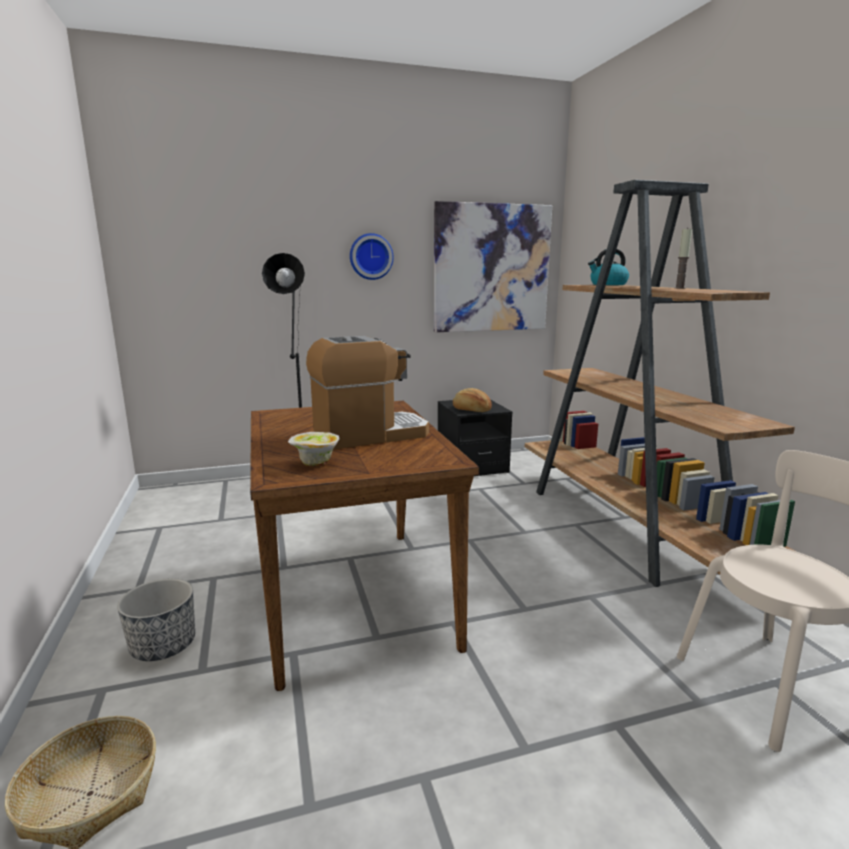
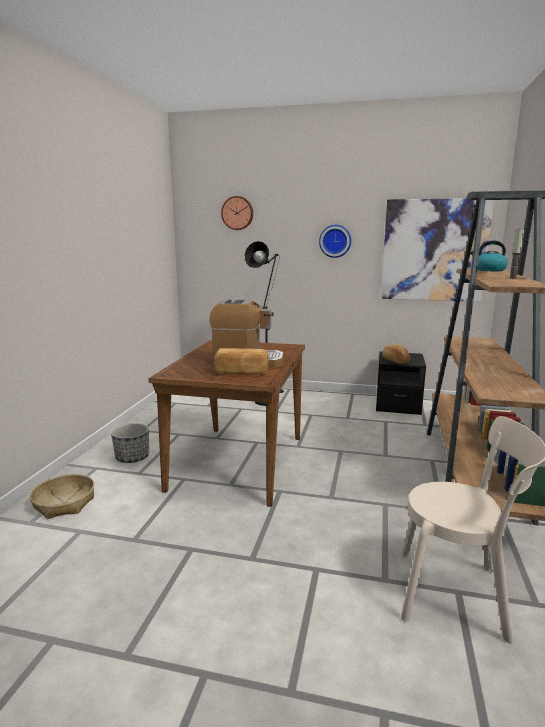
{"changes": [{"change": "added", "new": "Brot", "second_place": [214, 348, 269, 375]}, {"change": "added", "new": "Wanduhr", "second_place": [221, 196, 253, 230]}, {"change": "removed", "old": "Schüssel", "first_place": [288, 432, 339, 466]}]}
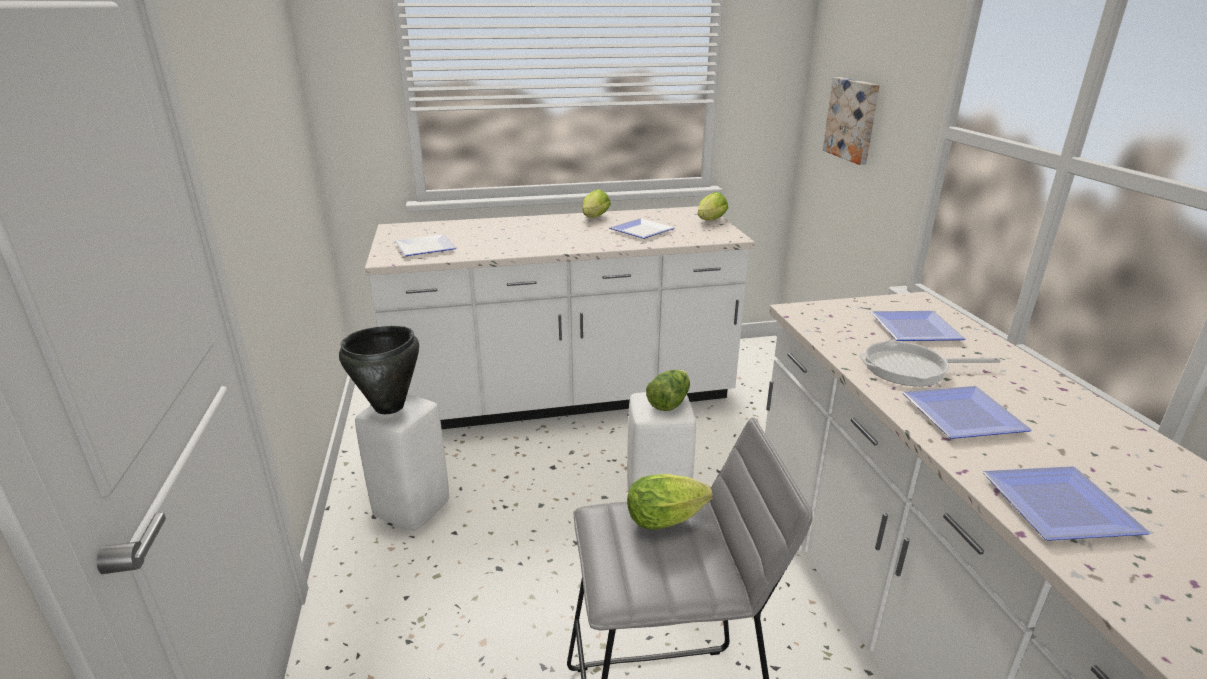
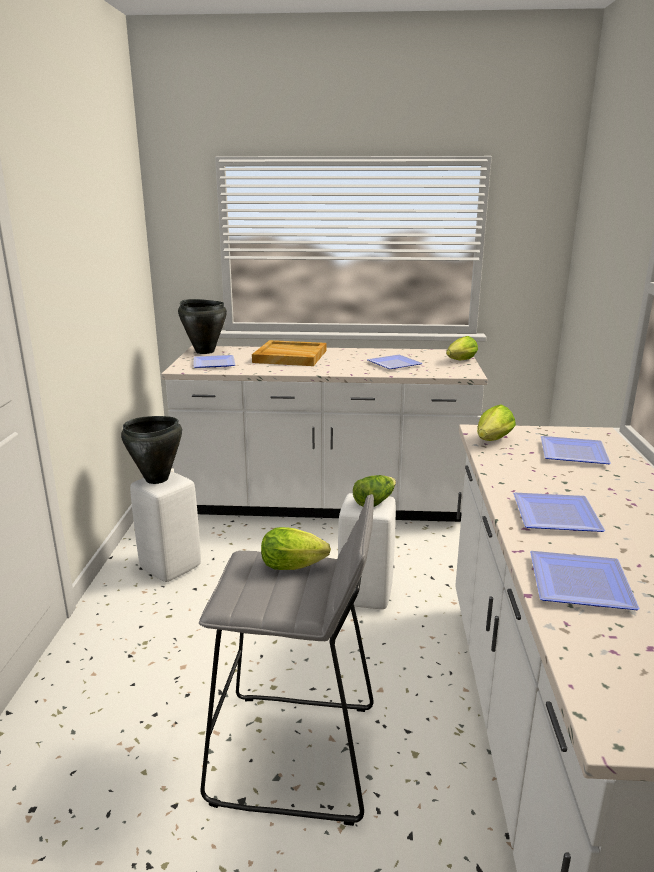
{"changes": [{"change": "added", "new": "Kochtopf (schwarz)", "second_place": [178, 299, 227, 354]}, {"change": "added", "new": "Tablett (beige)", "second_place": [252, 340, 326, 366]}, {"change": "moved", "old": "Salatkopf", "first_place": [582, 189, 611, 218], "second_place": [477, 404, 516, 441]}, {"change": "removed", "old": "Bild", "first_place": [823, 77, 880, 165]}, {"change": "removed", "old": "Pfanne", "first_place": [859, 340, 1001, 386]}]}
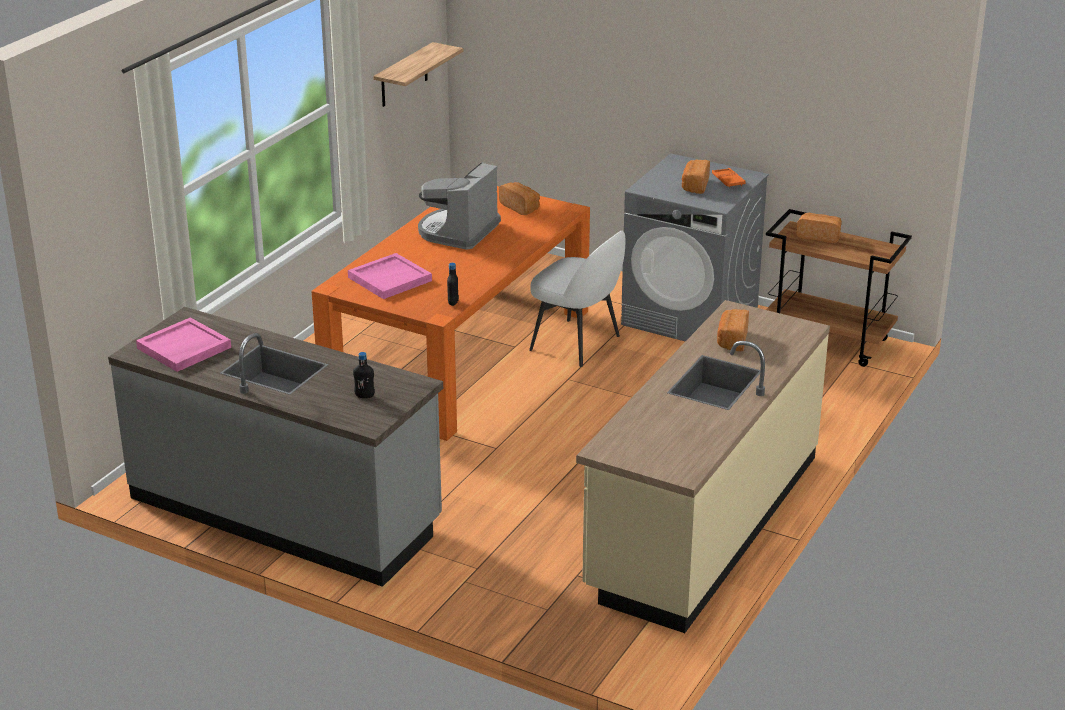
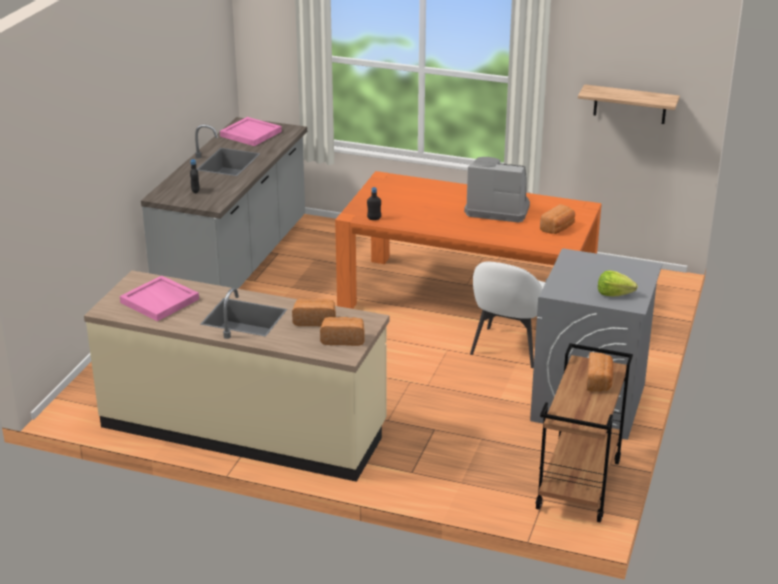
{"changes": [{"change": "moved", "old": "Tablett (rosa)", "first_place": [348, 253, 432, 299], "second_place": [120, 275, 199, 321]}, {"change": "moved", "old": "Brot", "first_place": [682, 160, 710, 194], "second_place": [320, 317, 365, 346]}, {"change": "replaced", "old": "Tablett (orange)", "new": "Salatkopf", "first_place": [712, 168, 746, 188], "second_place": [598, 270, 638, 297]}]}
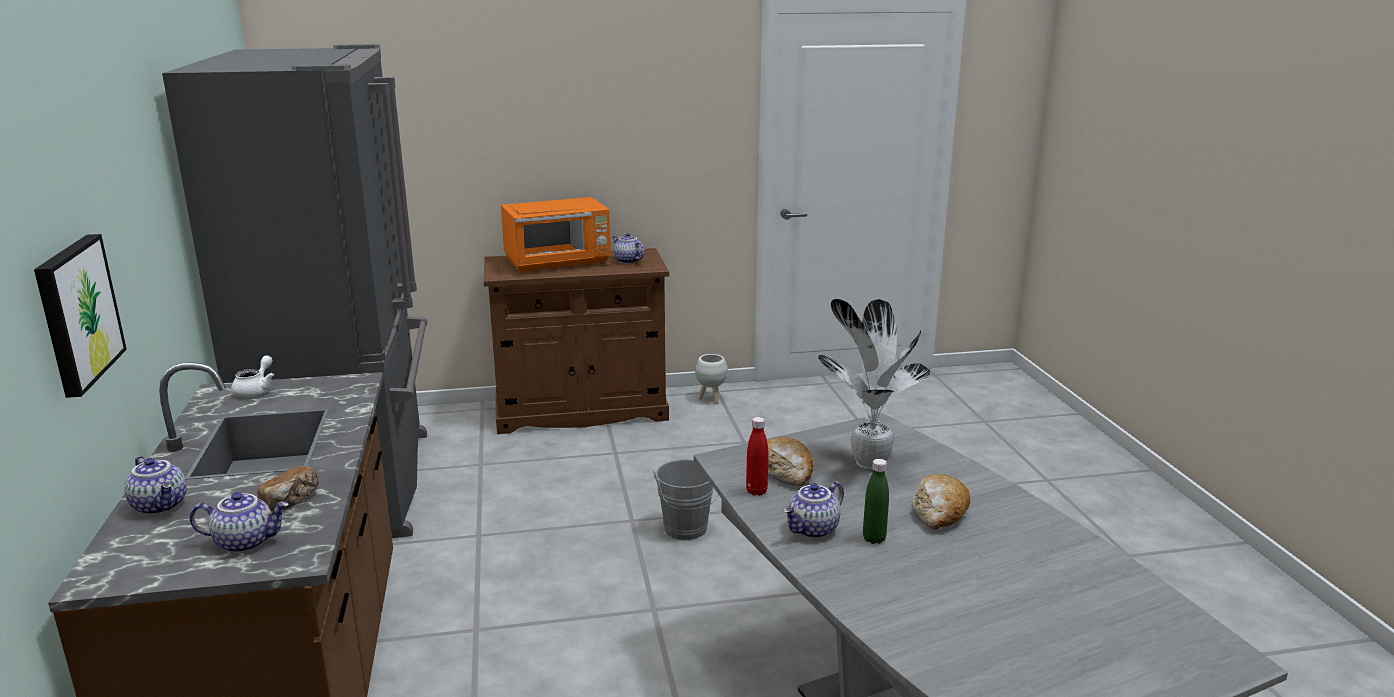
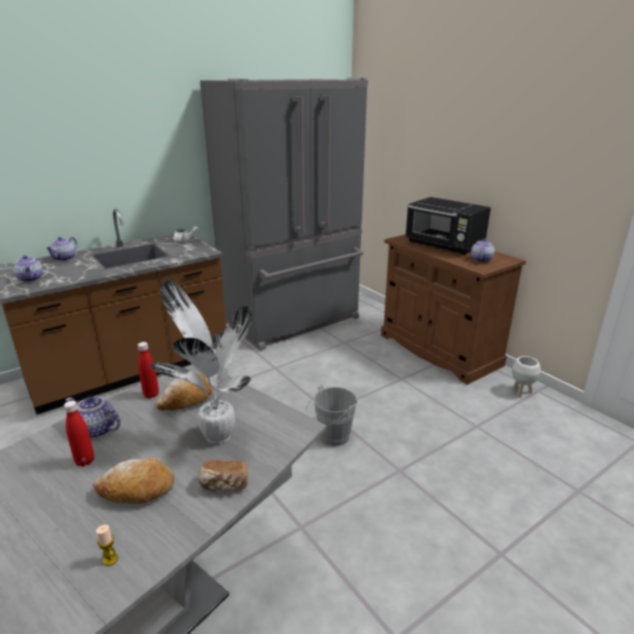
{"changes": [{"change": "recoloured", "old": "Flasche (grün)", "new": "Flasche (rot)", "first_place": [863, 459, 889, 544], "second_place": [64, 401, 94, 467]}, {"change": "added", "new": "Kerze", "second_place": [96, 525, 118, 566]}, {"change": "moved", "old": "Brot", "first_place": [257, 466, 319, 511], "second_place": [198, 460, 248, 492]}, {"change": "recoloured", "old": "Mikrowelle (orange)", "new": "Mikrowelle (schwarz)", "first_place": [501, 197, 611, 273], "second_place": [405, 197, 491, 255]}, {"change": "removed", "old": "Bild", "first_place": [34, 234, 127, 398]}]}
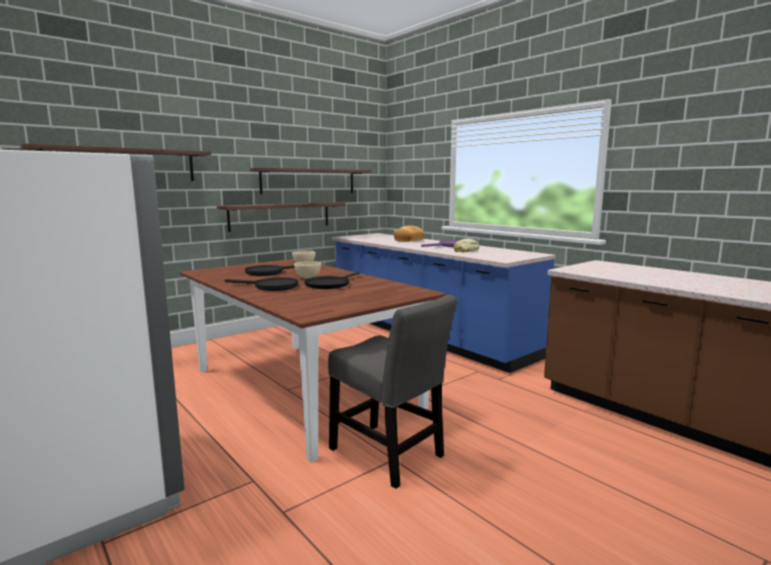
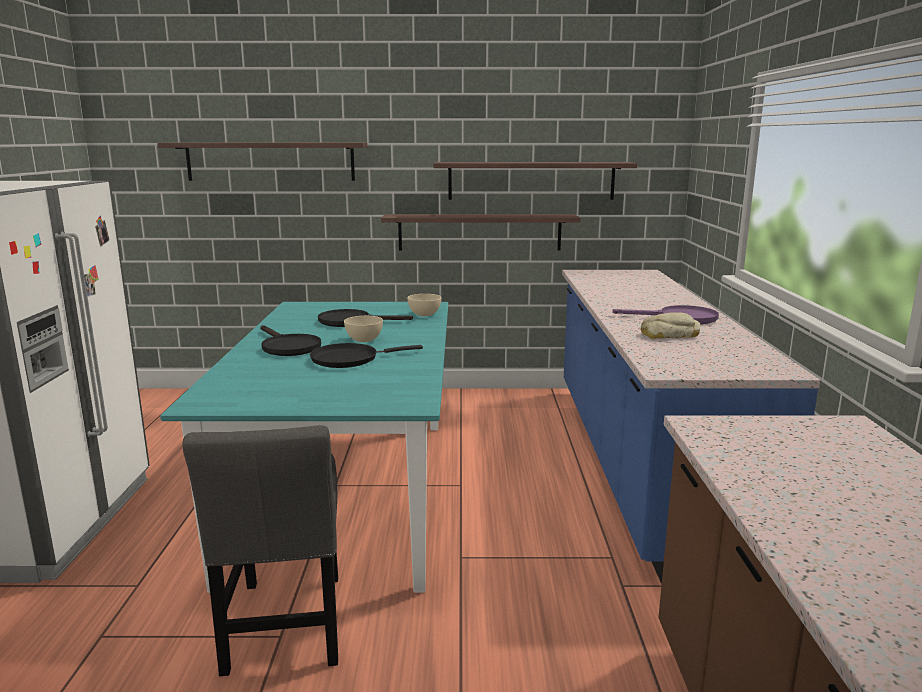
{"changes": [{"change": "recoloured", "old": "Esstisch (braun)", "new": "Esstisch (türkis)", "first_place": [180, 259, 446, 463], "second_place": [160, 302, 448, 593]}, {"change": "removed", "old": "Brot", "first_place": [394, 225, 424, 242]}]}
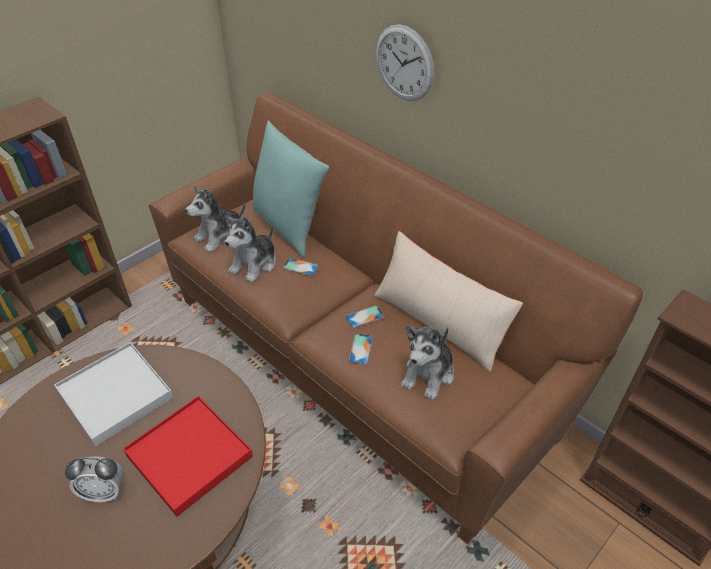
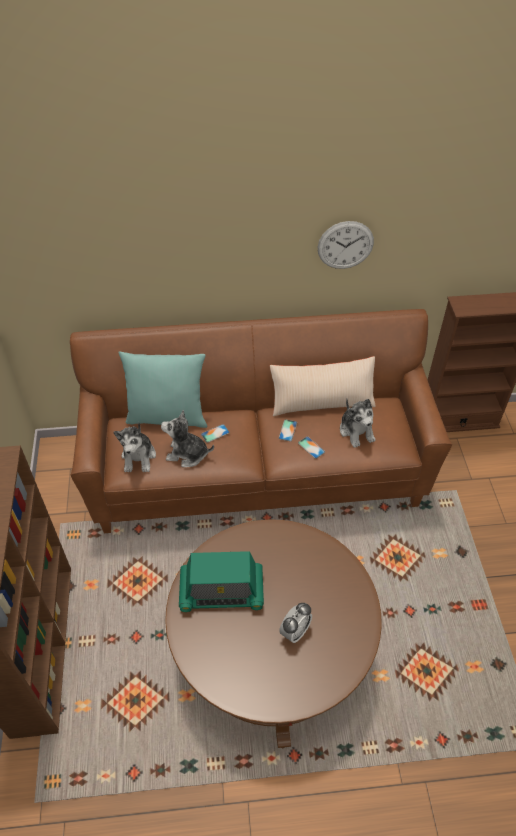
{"changes": [{"change": "turned", "old": "Plüschtier", "first_place": [225, 215, 276, 283], "second_place": [161, 410, 214, 467], "degrees": 120}, {"change": "replaced", "old": "Tablett (weiß)", "new": "Radio", "first_place": [54, 342, 173, 446], "second_place": [179, 551, 264, 612]}, {"change": "moved", "old": "Wanduhr", "first_place": [376, 24, 434, 101], "second_place": [318, 221, 374, 269]}, {"change": "removed", "old": "Tablett (rot)", "first_place": [123, 396, 253, 517]}]}
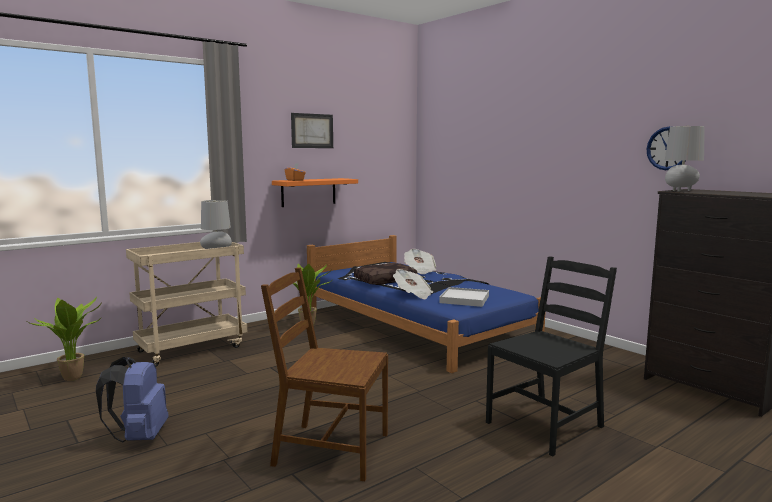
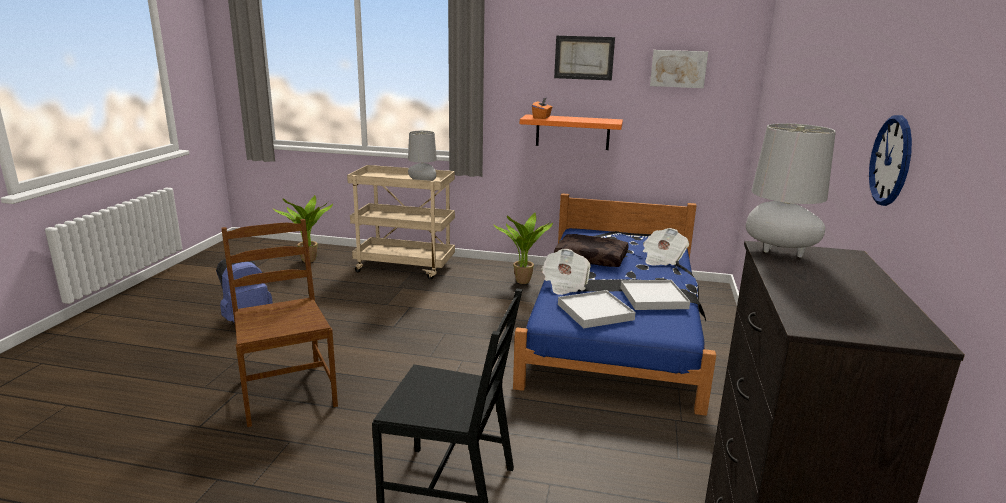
{"changes": [{"change": "added", "new": "Tablett (weiß)", "second_place": [621, 280, 690, 310]}, {"change": "added", "new": "Bild", "second_place": [650, 50, 708, 88]}]}
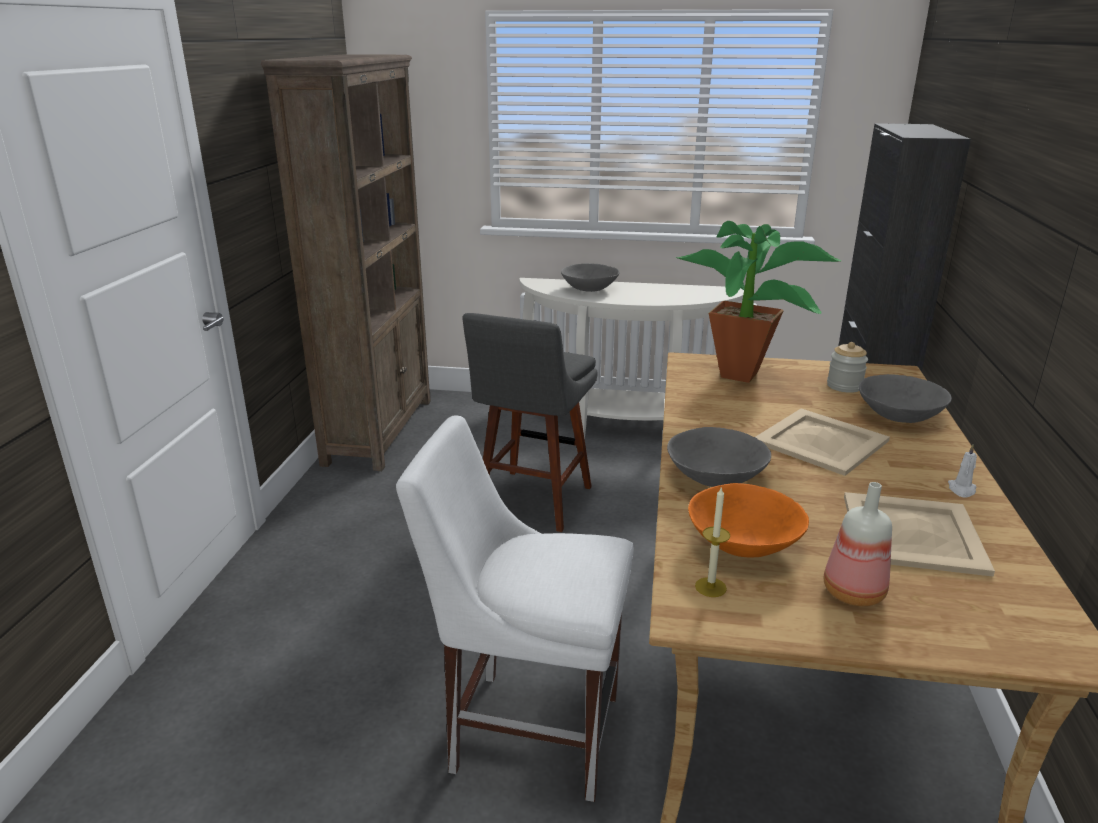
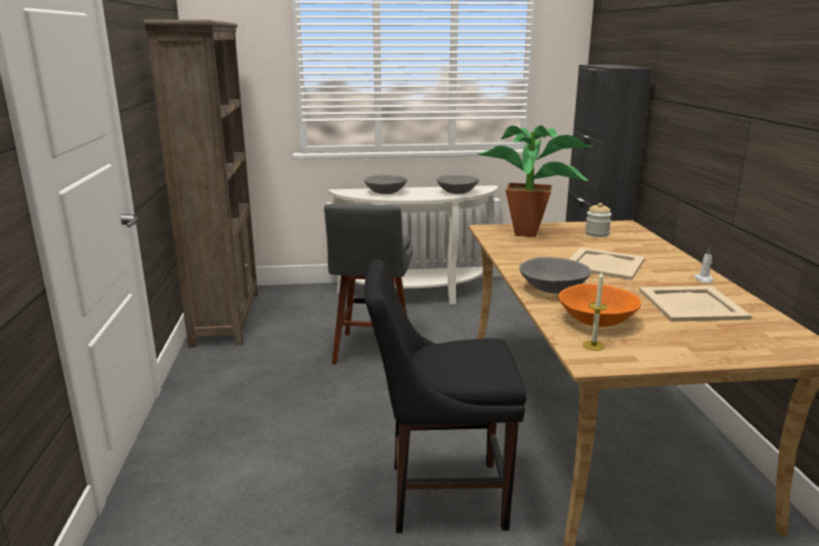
{"changes": [{"change": "recoloured", "old": "Stuhl (weiß)", "new": "Stuhl (schwarz)", "first_place": [396, 415, 634, 802], "second_place": [365, 260, 527, 533]}, {"change": "moved", "old": "Schüssel (grau)", "first_place": [859, 374, 952, 423], "second_place": [437, 175, 479, 194]}, {"change": "removed", "old": "Flasche", "first_place": [824, 482, 892, 606]}]}
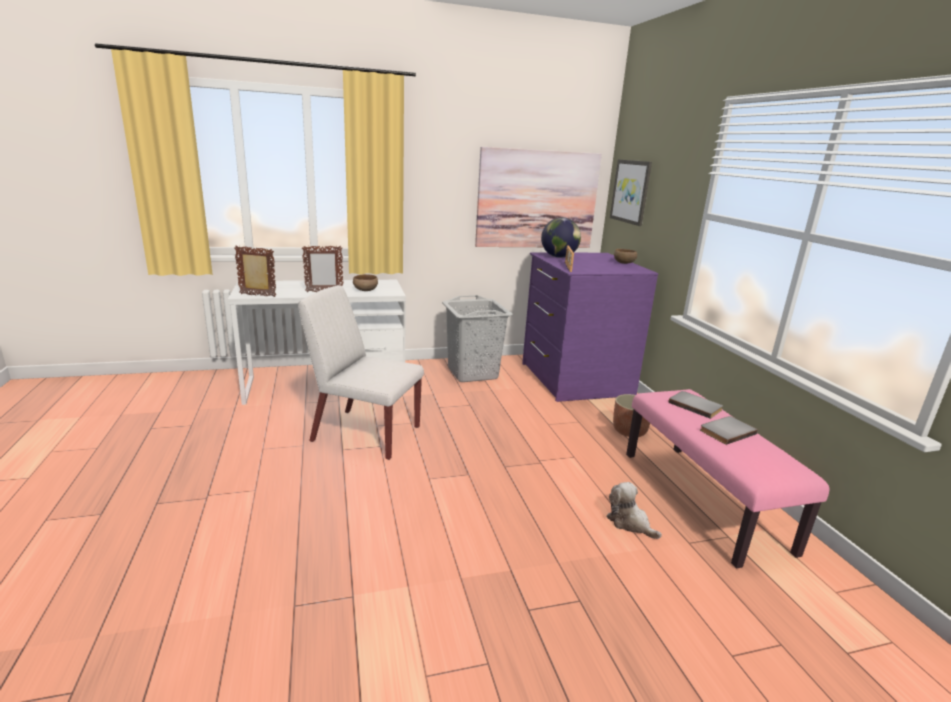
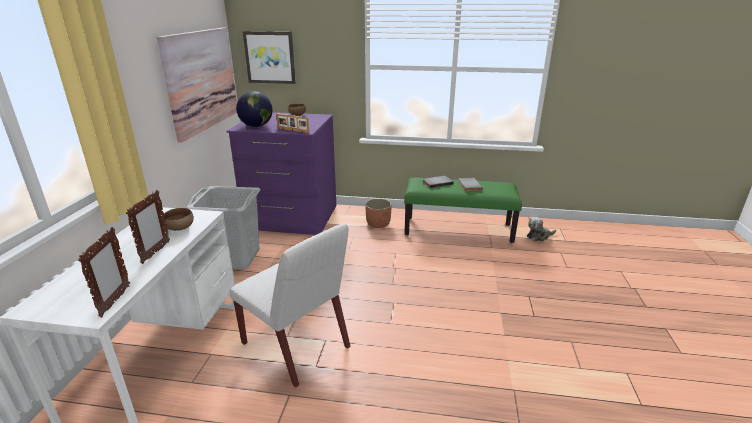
{"changes": [{"change": "turned", "old": "Bilderrahmen", "first_place": [234, 246, 276, 297], "second_place": [78, 227, 130, 317], "degrees": 150}, {"change": "turned", "old": "Stuhl (weiß)", "first_place": [298, 285, 424, 460], "second_place": [230, 224, 351, 387], "degrees": -90}, {"change": "recoloured", "old": "Bank (rosa)", "new": "Bank (grün)", "first_place": [626, 389, 830, 568], "second_place": [404, 178, 522, 243]}, {"change": "moved", "old": "Plüschtier", "first_place": [606, 482, 662, 539], "second_place": [527, 217, 556, 241]}]}
